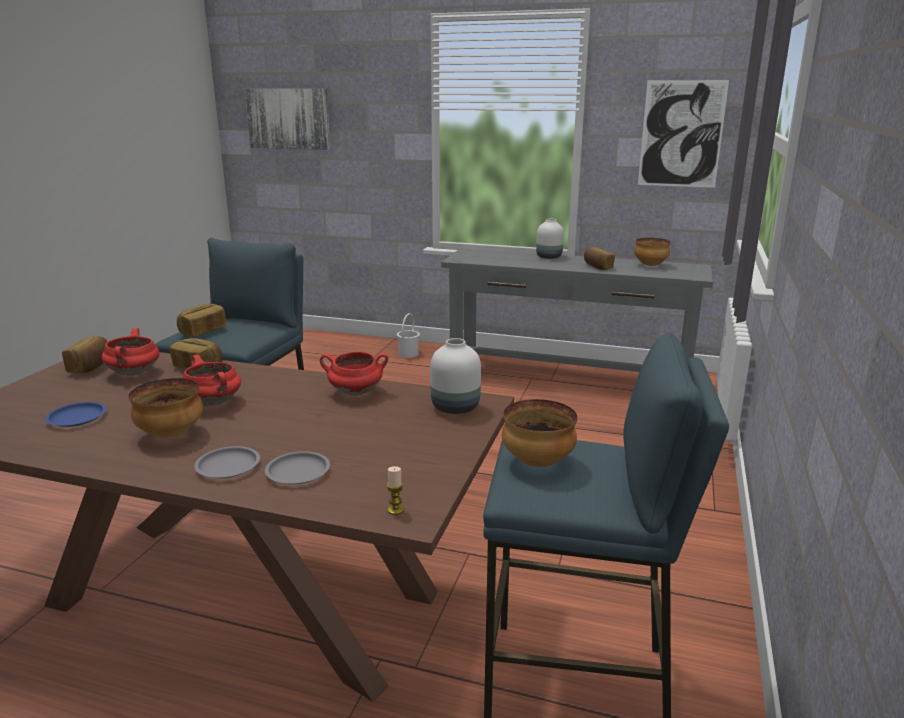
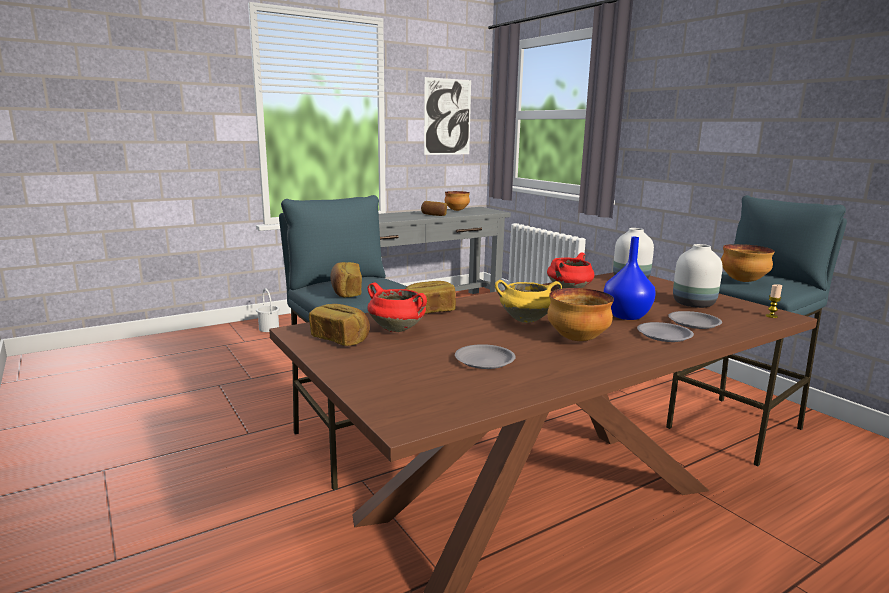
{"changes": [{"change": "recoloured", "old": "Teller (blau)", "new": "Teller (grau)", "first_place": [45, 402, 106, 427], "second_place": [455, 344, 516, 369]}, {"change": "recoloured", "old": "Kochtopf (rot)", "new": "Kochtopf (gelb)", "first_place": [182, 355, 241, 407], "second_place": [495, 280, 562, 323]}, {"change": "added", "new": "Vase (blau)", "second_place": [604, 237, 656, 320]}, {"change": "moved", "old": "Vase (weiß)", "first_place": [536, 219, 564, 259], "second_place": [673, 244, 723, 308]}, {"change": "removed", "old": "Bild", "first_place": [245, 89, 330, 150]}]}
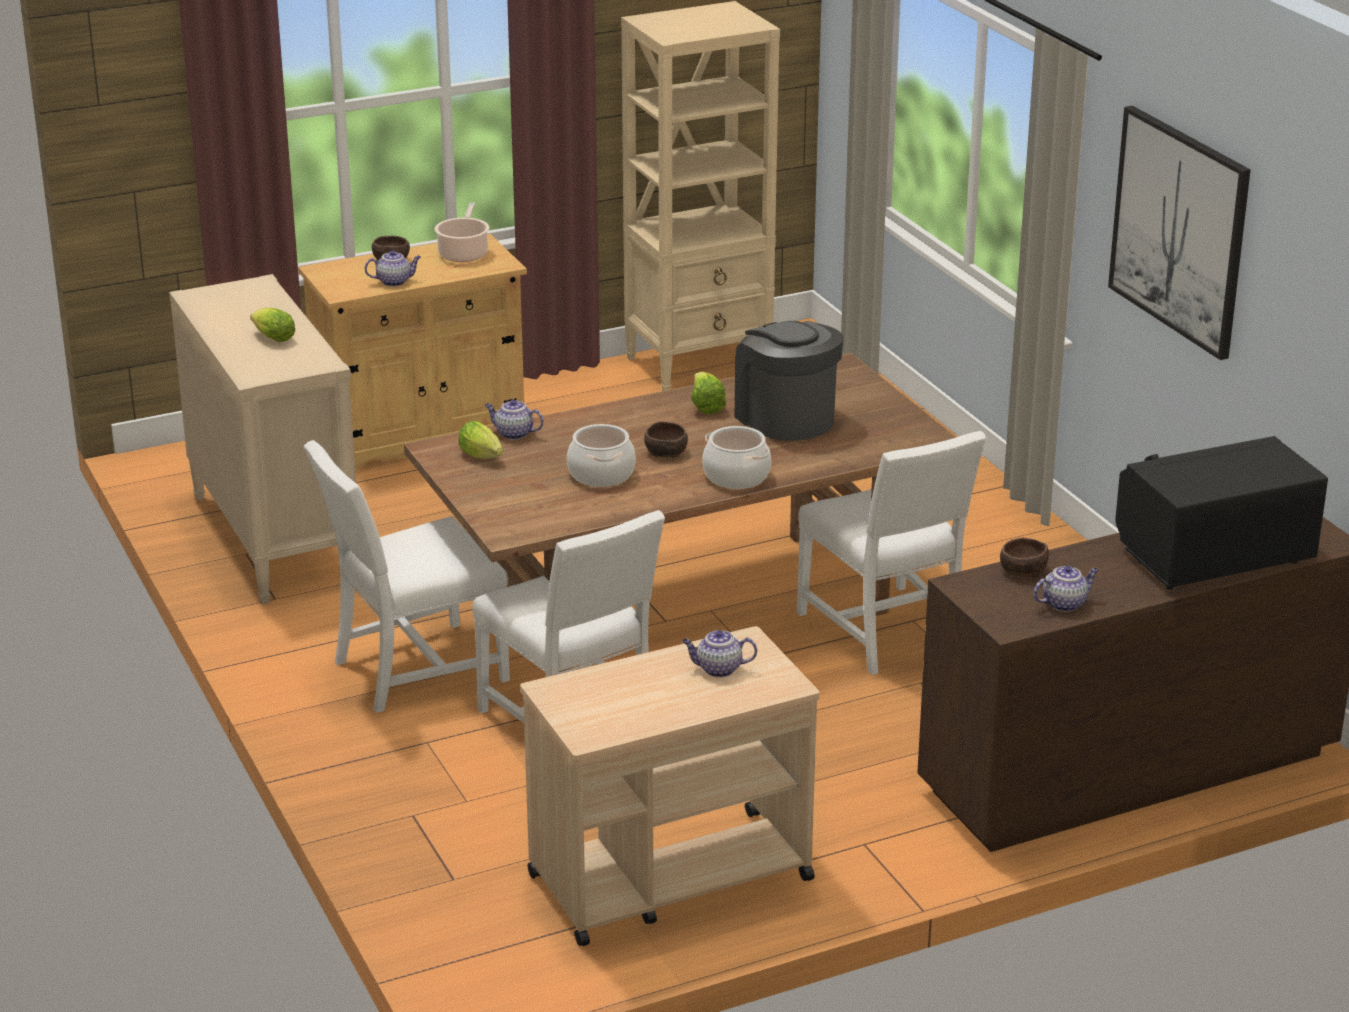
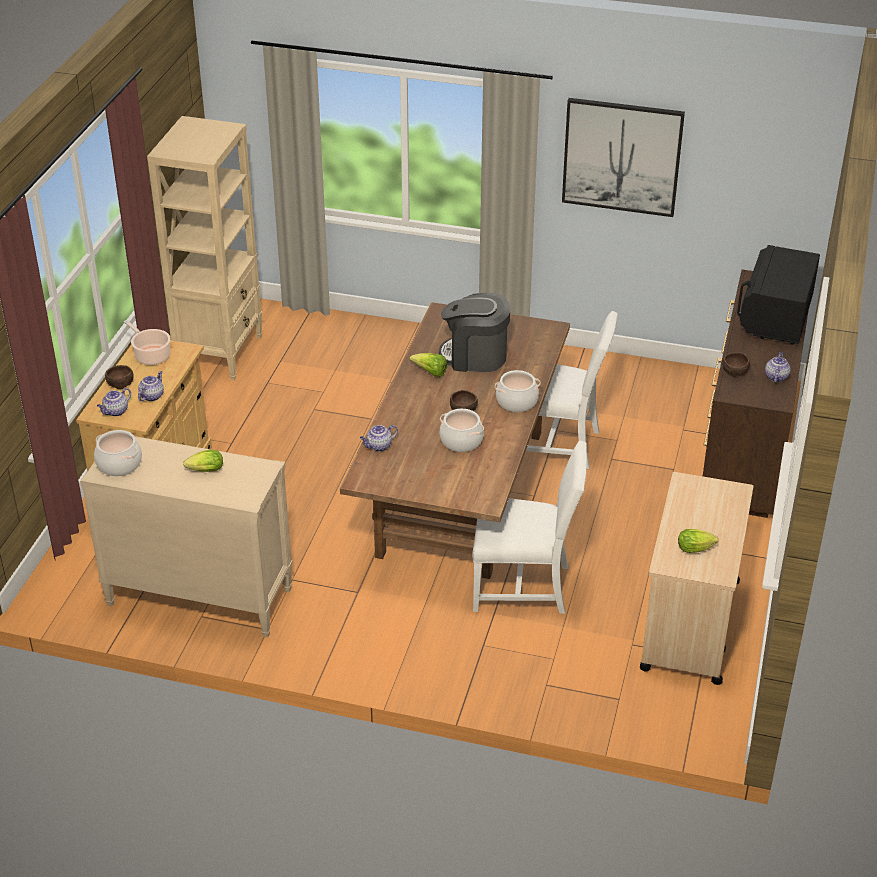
{"changes": [{"change": "added", "new": "Kochtopf", "second_place": [94, 430, 142, 476]}, {"change": "moved", "old": "Teekanne", "first_place": [682, 630, 757, 677], "second_place": [97, 388, 131, 416]}, {"change": "moved", "old": "Salatkopf", "first_place": [458, 421, 503, 459], "second_place": [678, 529, 718, 553]}, {"change": "removed", "old": "Stuhl (weiß)", "first_place": [304, 440, 510, 713]}]}
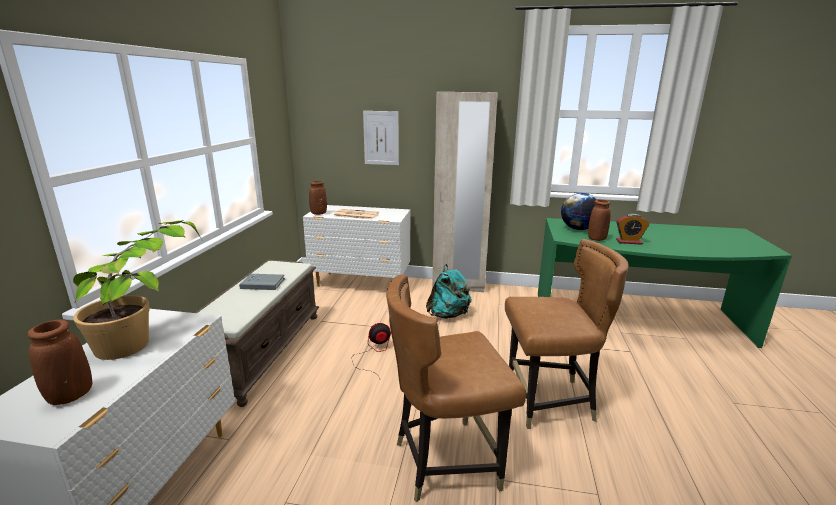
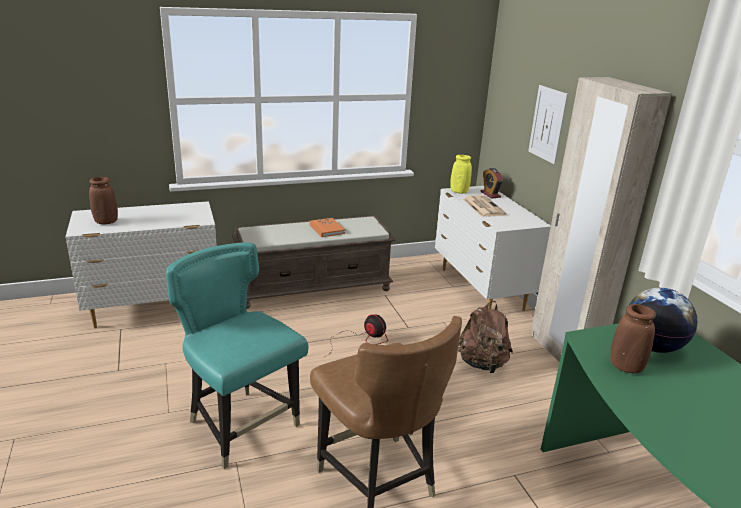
{"changes": [{"change": "recoloured", "old": "Stuhl (braun)", "new": "Stuhl (türkis)", "first_place": [386, 275, 526, 502], "second_place": [166, 242, 308, 469]}, {"change": "recoloured", "old": "Buch (grau)", "new": "Buch (orange)", "first_place": [239, 274, 285, 290], "second_place": [309, 218, 345, 237]}, {"change": "recoloured", "old": "Vase (braun)", "new": "Vase (gelb)", "first_place": [309, 181, 327, 215], "second_place": [450, 155, 472, 194]}, {"change": "recoloured", "old": "Rucksack (türkis)", "new": "Rucksack (braun)", "first_place": [426, 264, 472, 319], "second_place": [458, 301, 513, 373]}, {"change": "moved", "old": "Wecker", "first_place": [616, 214, 650, 245], "second_place": [480, 168, 503, 199]}, {"change": "removed", "old": "Topfpflanze", "first_place": [73, 220, 201, 360]}]}
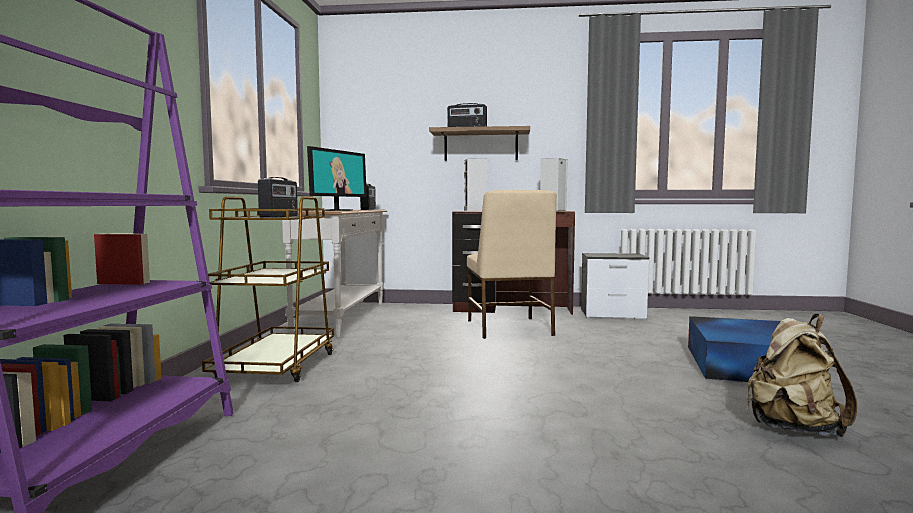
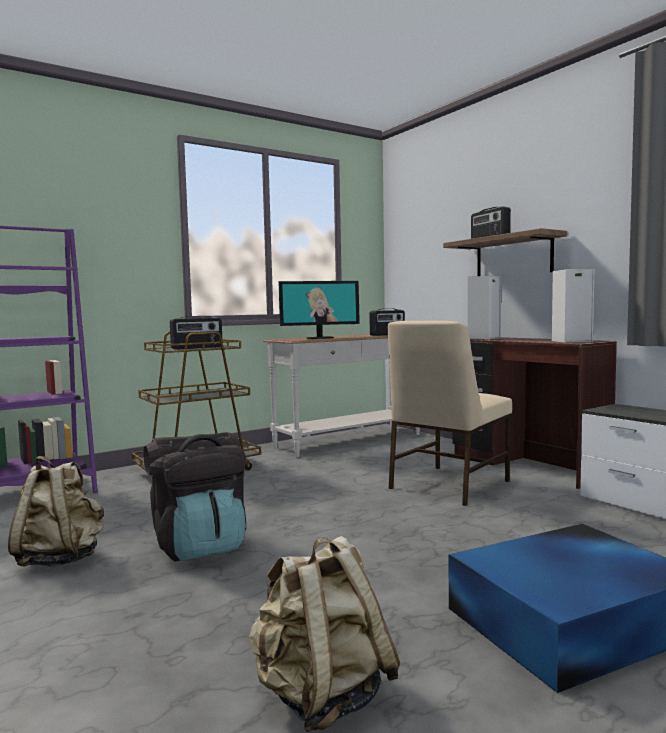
{"changes": [{"change": "added", "new": "Rucksack (beige)", "second_place": [8, 456, 104, 567]}, {"change": "added", "new": "Rucksack (schwarz)", "second_place": [144, 432, 246, 562]}]}
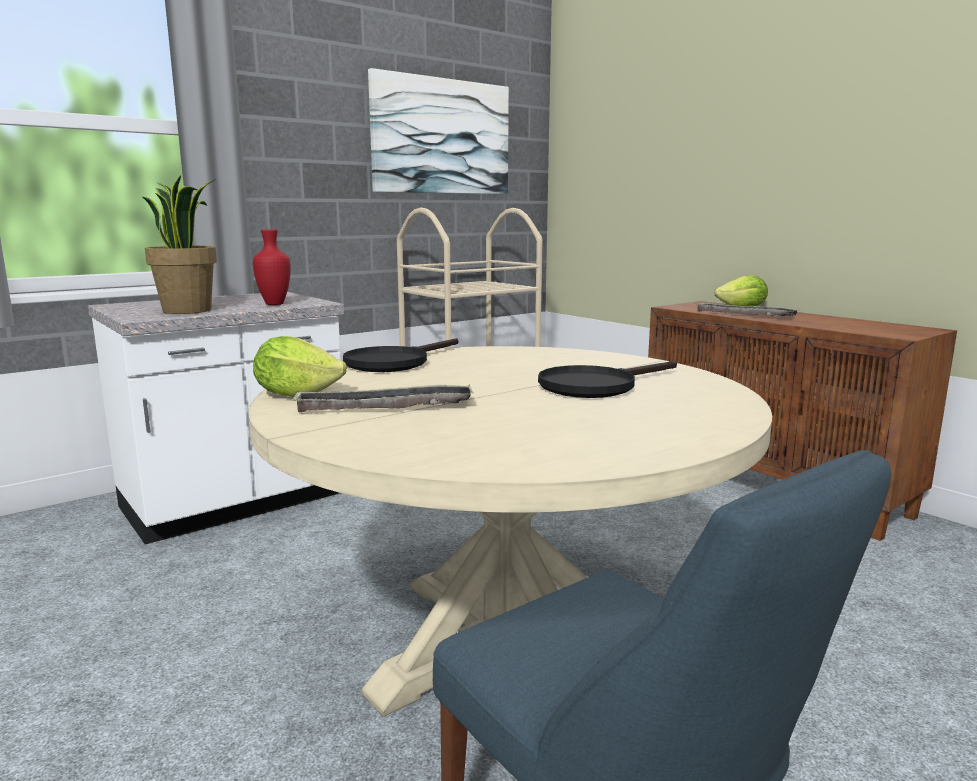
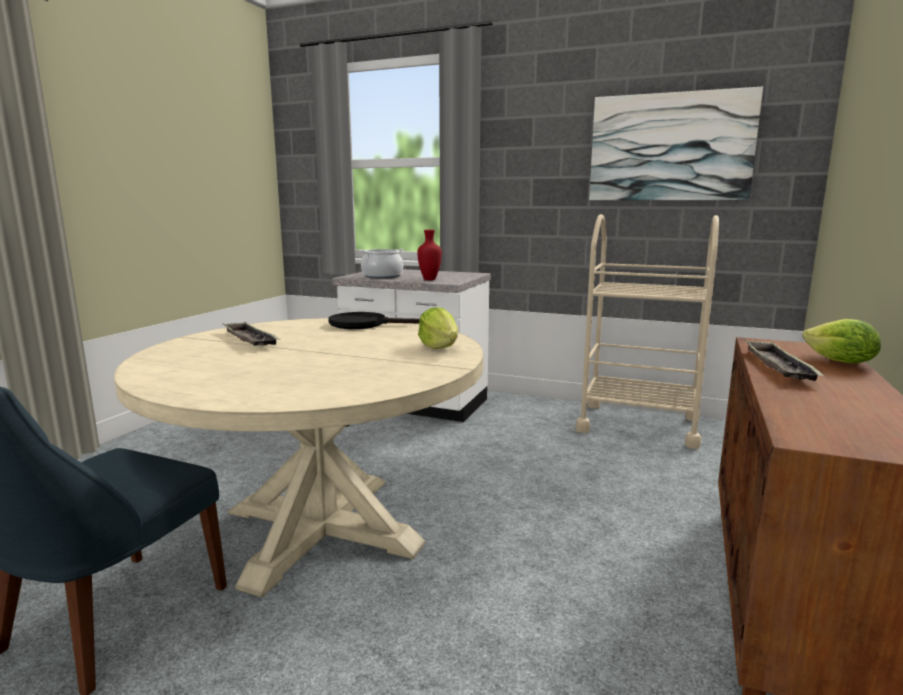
{"changes": [{"change": "replaced", "old": "Topfpflanze", "new": "Kochtopf", "first_place": [143, 176, 217, 314], "second_place": [359, 248, 404, 279]}, {"change": "moved", "old": "Salatkopf", "first_place": [253, 336, 347, 397], "second_place": [418, 307, 458, 349]}, {"change": "removed", "old": "Pfanne (schwarz)", "first_place": [538, 361, 677, 398]}]}
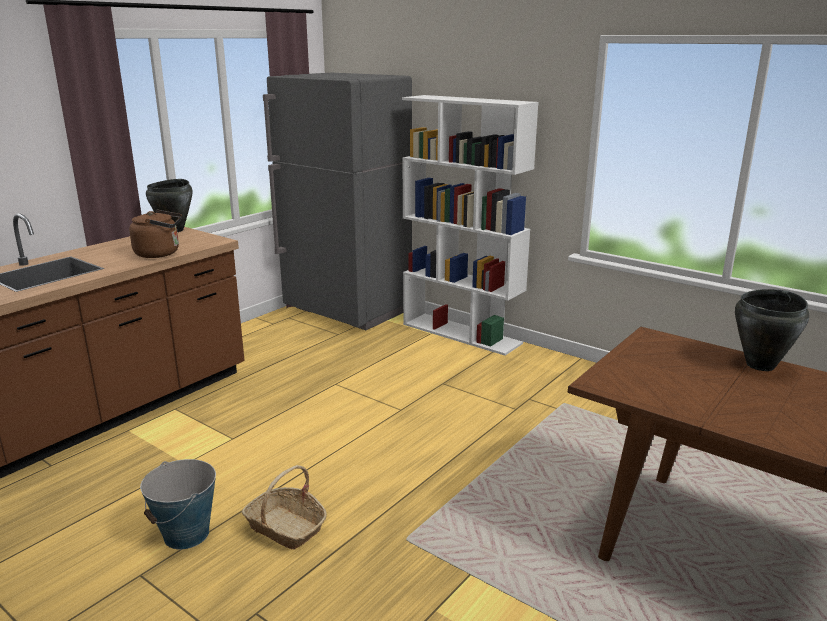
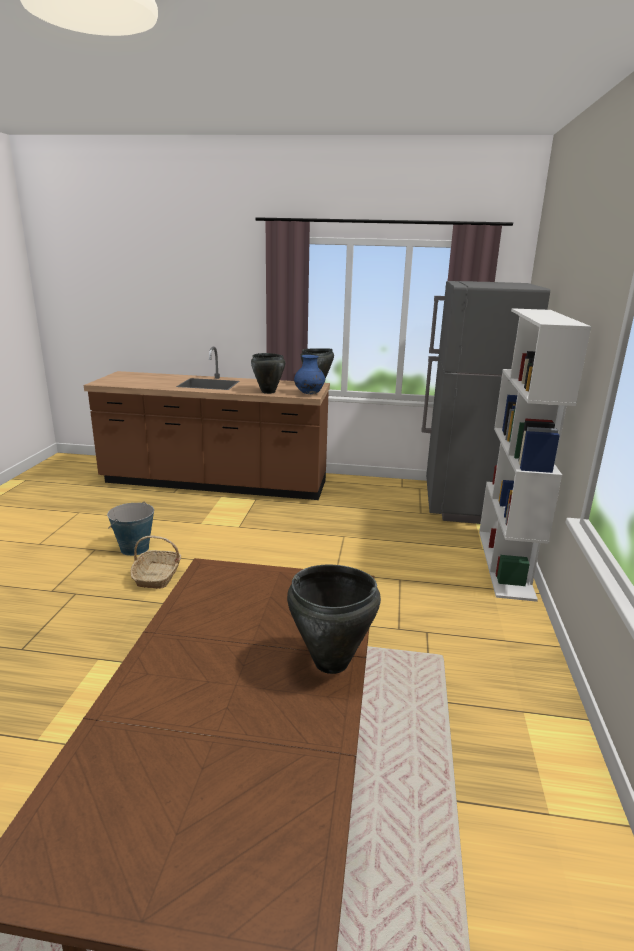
{"changes": [{"change": "replaced", "old": "Wasserkessel (braun)", "new": "Kochtopf (schwarz)", "first_place": [129, 210, 182, 258], "second_place": [251, 353, 285, 394]}, {"change": "added", "new": "Vase (blau)", "second_place": [294, 355, 325, 394]}]}
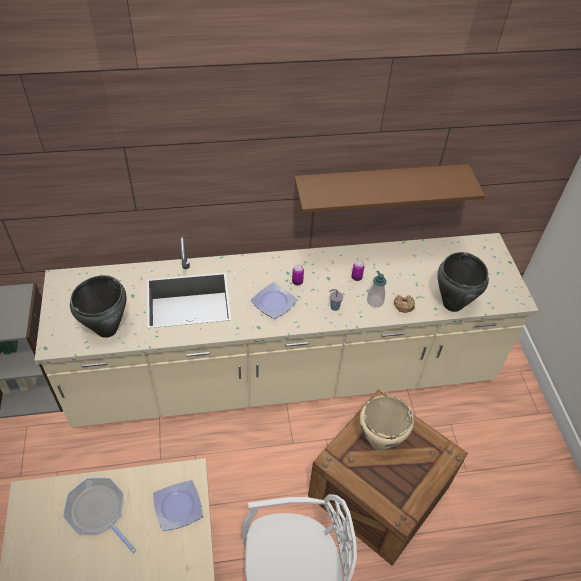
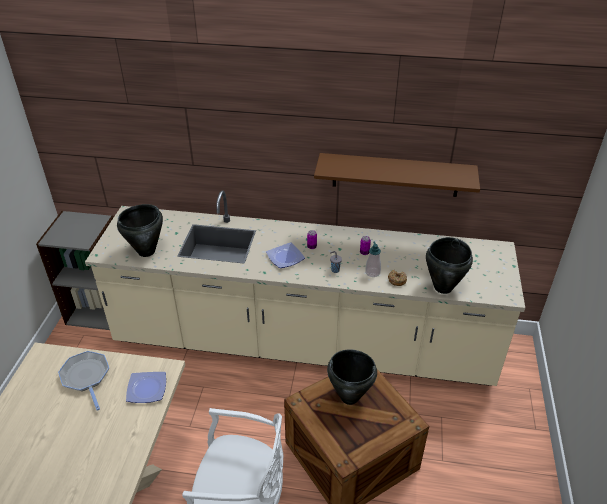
{"changes": [{"change": "recoloured", "old": "Kochtopf (beige)", "new": "Kochtopf (schwarz)", "first_place": [360, 396, 414, 451], "second_place": [327, 349, 377, 405]}]}
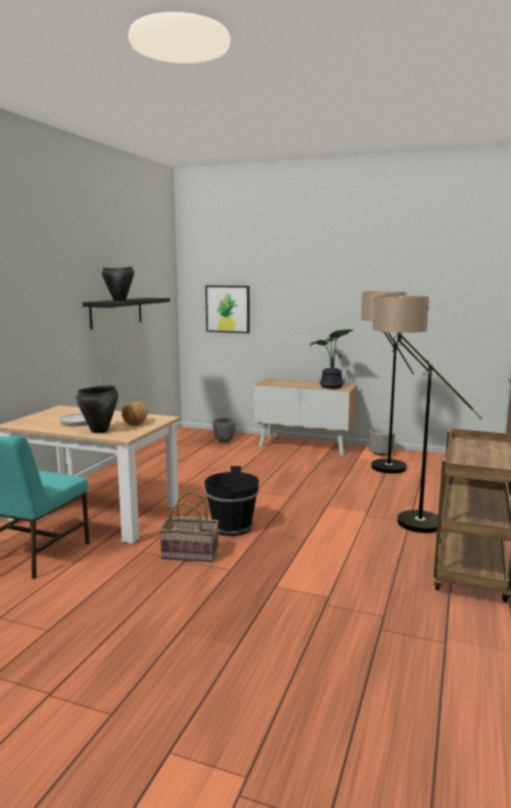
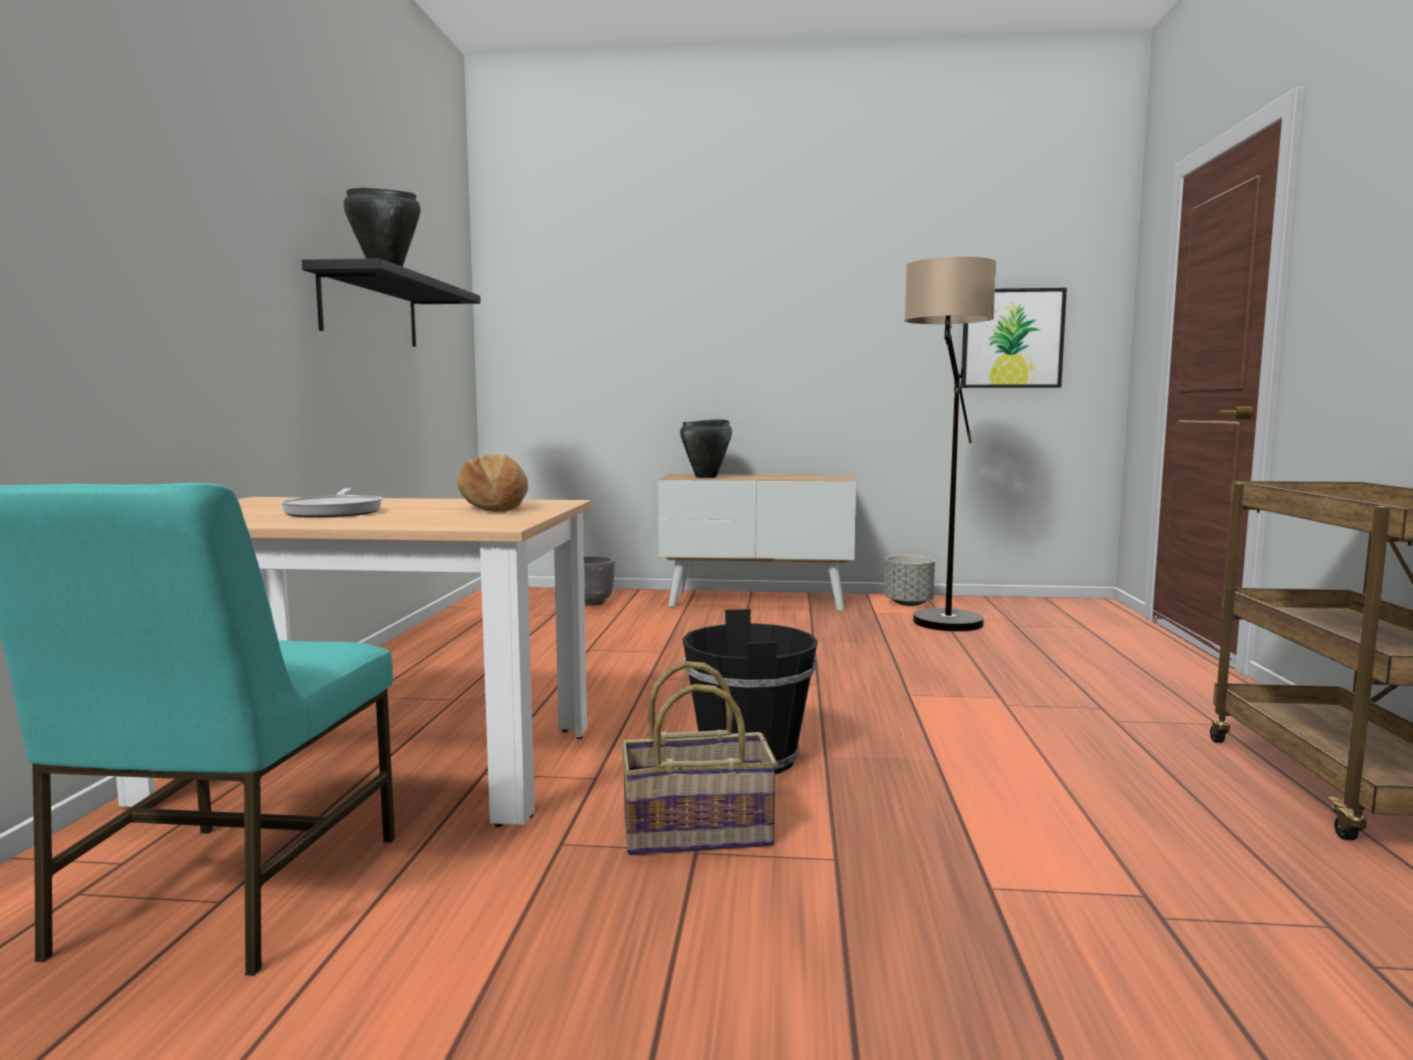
{"changes": [{"change": "moved", "old": "Kochtopf (schwarz)", "first_place": [76, 385, 118, 433], "second_place": [680, 419, 732, 478]}, {"change": "moved", "old": "Bild", "first_place": [205, 285, 250, 333], "second_place": [961, 288, 1067, 388]}, {"change": "removed", "old": "Topfpflanze", "first_place": [310, 329, 353, 389]}, {"change": "removed", "old": "Stehlampe", "first_place": [373, 295, 482, 533]}]}
